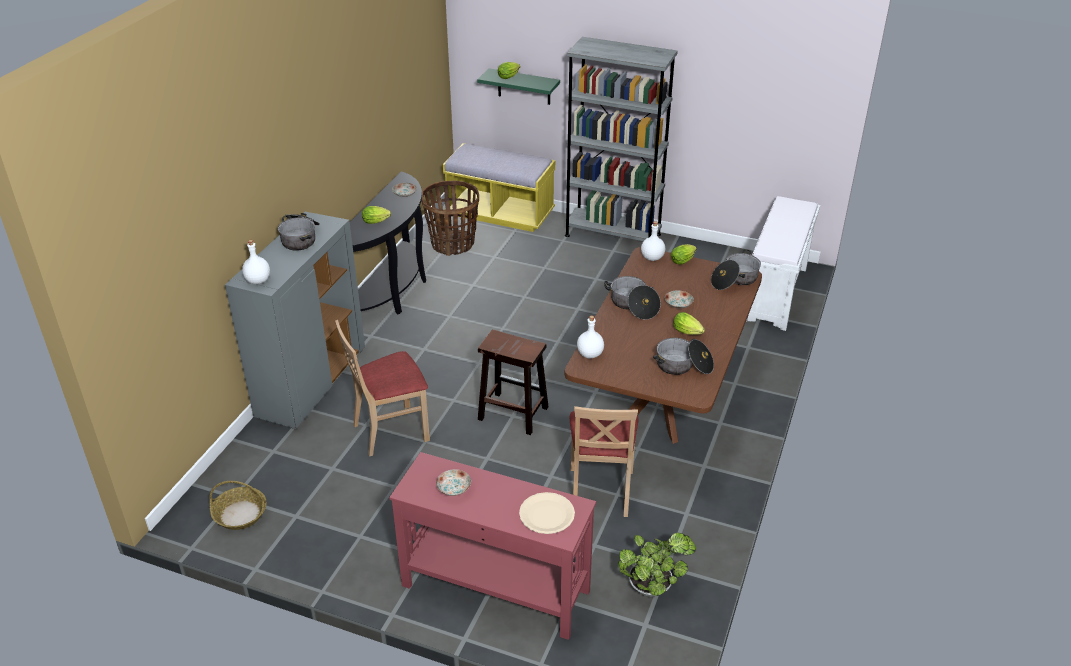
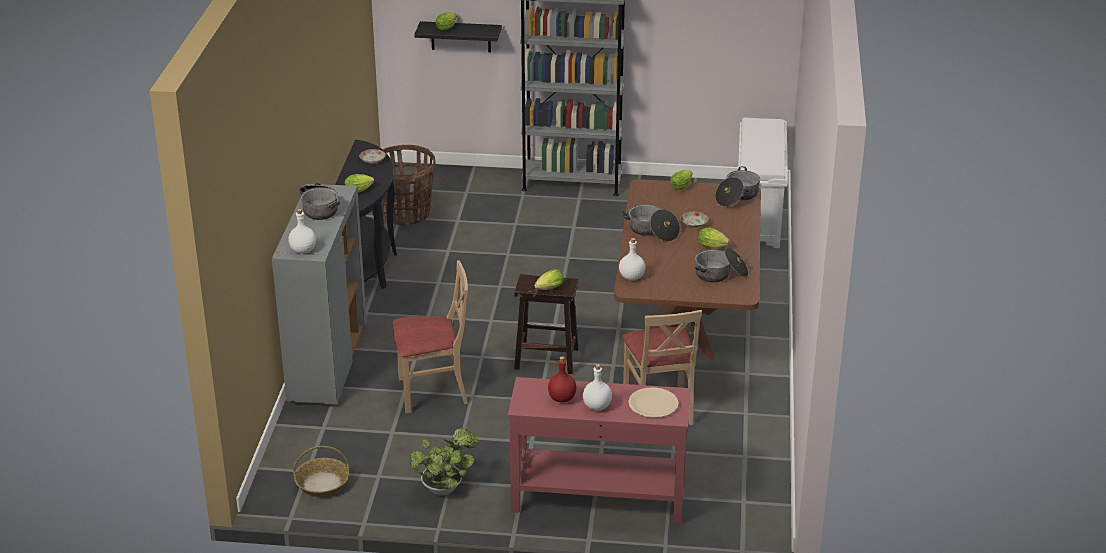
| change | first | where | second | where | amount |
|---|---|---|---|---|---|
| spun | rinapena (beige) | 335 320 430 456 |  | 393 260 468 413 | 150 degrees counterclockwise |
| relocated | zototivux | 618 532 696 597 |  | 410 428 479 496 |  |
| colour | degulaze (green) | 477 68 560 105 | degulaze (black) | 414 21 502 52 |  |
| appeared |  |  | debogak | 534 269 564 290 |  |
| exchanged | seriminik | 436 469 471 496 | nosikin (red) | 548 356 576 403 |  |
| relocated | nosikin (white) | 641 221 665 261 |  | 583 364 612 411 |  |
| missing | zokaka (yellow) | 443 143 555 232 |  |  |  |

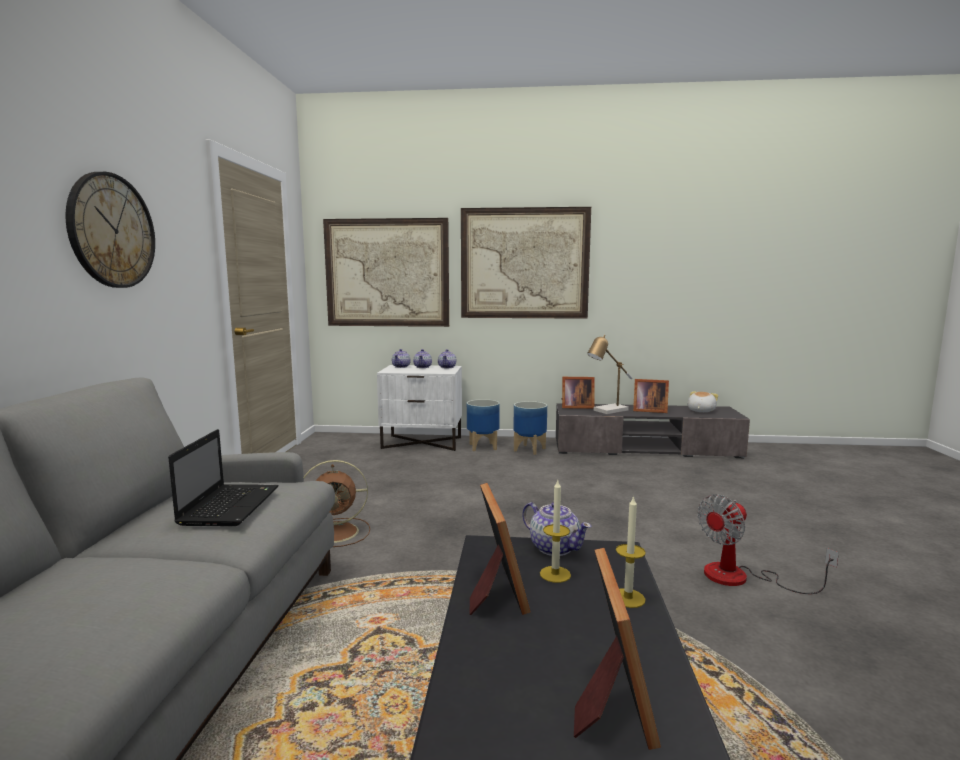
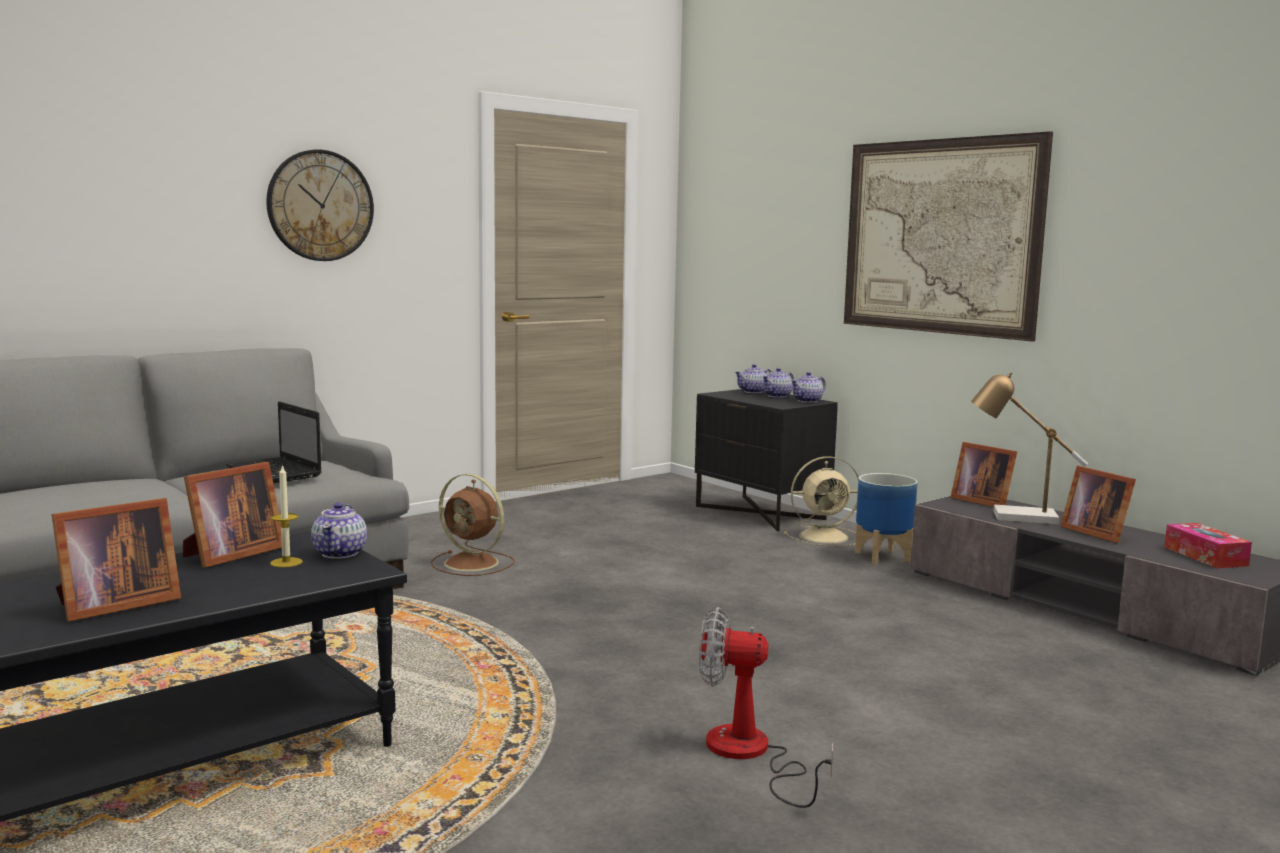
| change | first | where | second | where | amount |
|---|---|---|---|---|---|
| spun | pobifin | 168 429 279 526 |  | 226 401 322 483 | 90 degrees clockwise |
| colour | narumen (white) | 377 365 462 451 | narumen (black) | 695 389 838 531 |  |
| exchanged | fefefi | 467 399 500 451 | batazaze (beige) | 784 456 859 546 |  |
| exchanged | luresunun | 687 392 718 412 | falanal | 1164 523 1252 568 |  |
| missing | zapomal | 323 218 449 327 |  |  |  |
| missing | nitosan | 616 495 646 608 |  |  |  |

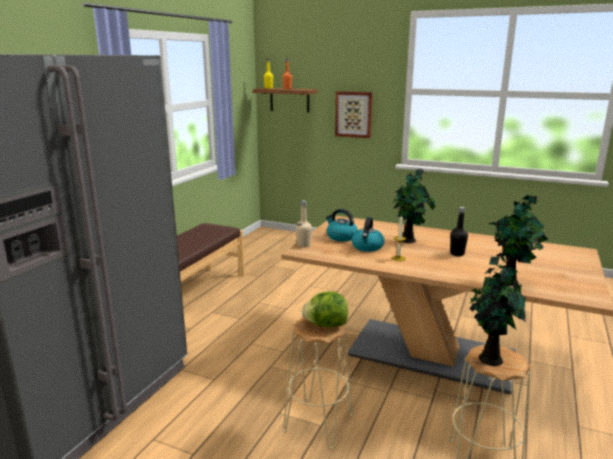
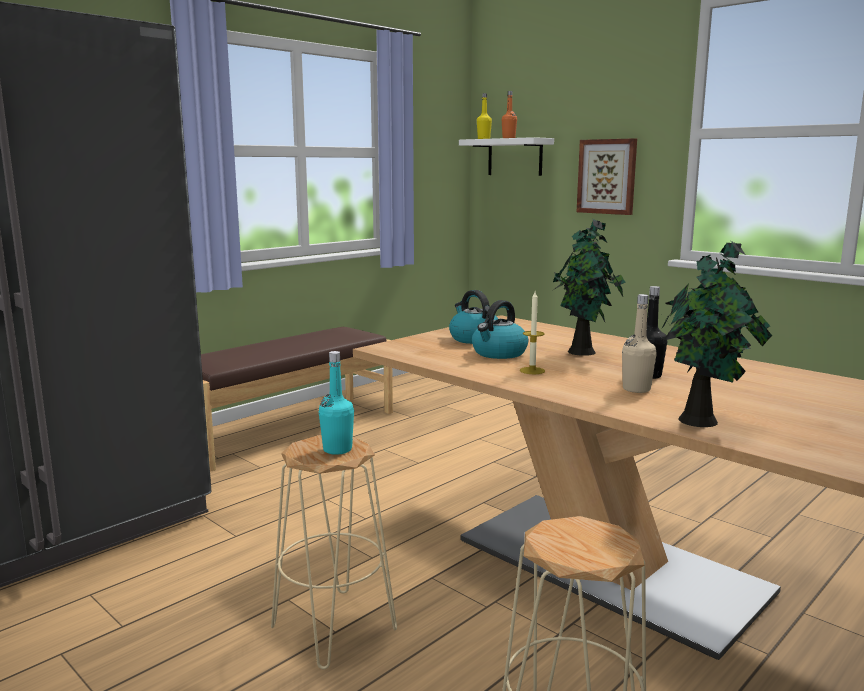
| change | first | where | second | where | amount |
|---|---|---|---|---|---|
| exchanged | debogak | 302 291 348 327 | nosikin (turquoise) | 319 351 354 455 |  |
| colour | degulaze (brown) | 253 88 317 113 | degulaze (white) | 459 137 554 176 |  |
| relocated | nosikin (beige) | 296 200 312 248 |  | 622 294 657 393 |  |
| missing | zototivux | 469 252 526 366 |  |  |  |

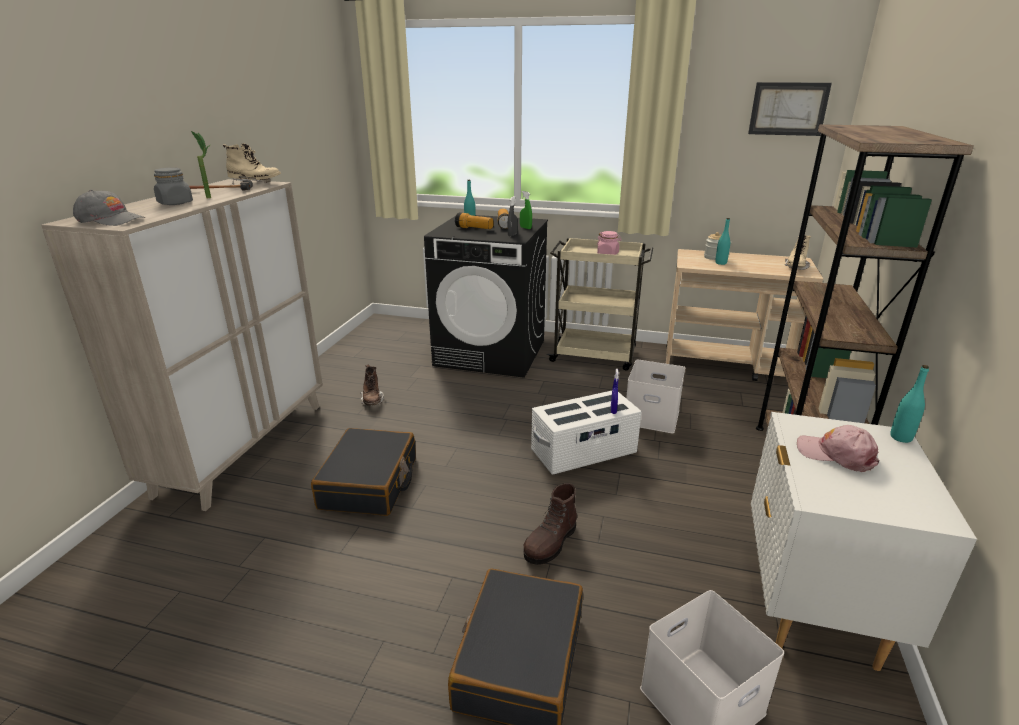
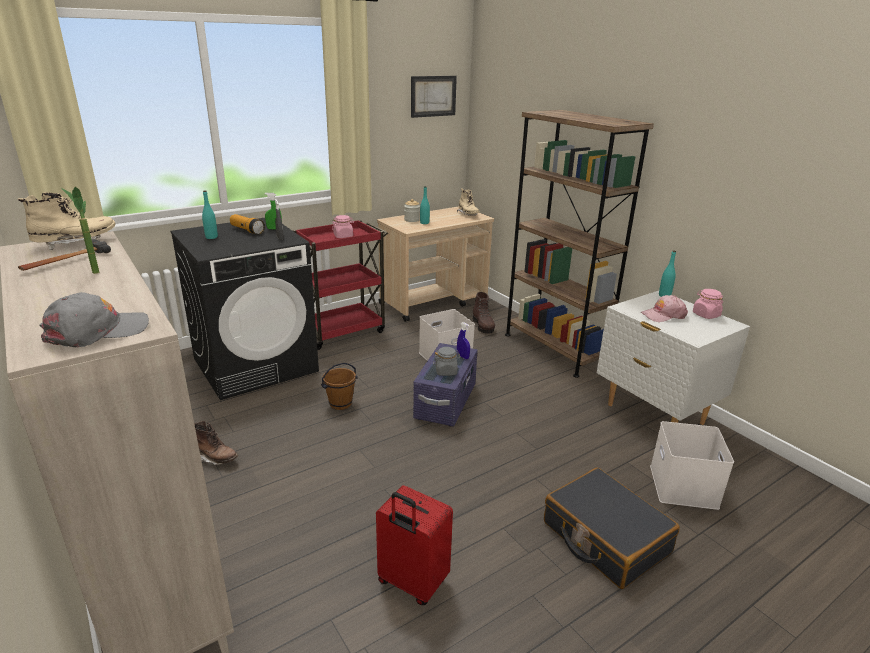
| change | first | where | second | where | amount |
|---|---|---|---|---|---|
| colour | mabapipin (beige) | 547 238 653 370 | mabapipin (red) | 293 220 388 350 |  |
| appeared |  |  | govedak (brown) | 321 363 358 410 |  |
| appeared |  |  | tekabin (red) | 376 485 453 605 |  |
| colour | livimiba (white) | 531 391 642 475 | livimiba (purple) | 413 343 478 426 |  |
| relocated | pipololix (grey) | 154 168 193 205 |  | 433 347 461 376 |  |
| relocated | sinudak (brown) | 524 483 577 565 |  | 473 292 495 334 |  |
| appeared |  |  | pipololix (pink) | 693 289 723 319 |  |
| missing | tekabin (black) | 311 428 416 516 |  |  |  |
| missing | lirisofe | 455 212 494 229 |  |  |  |

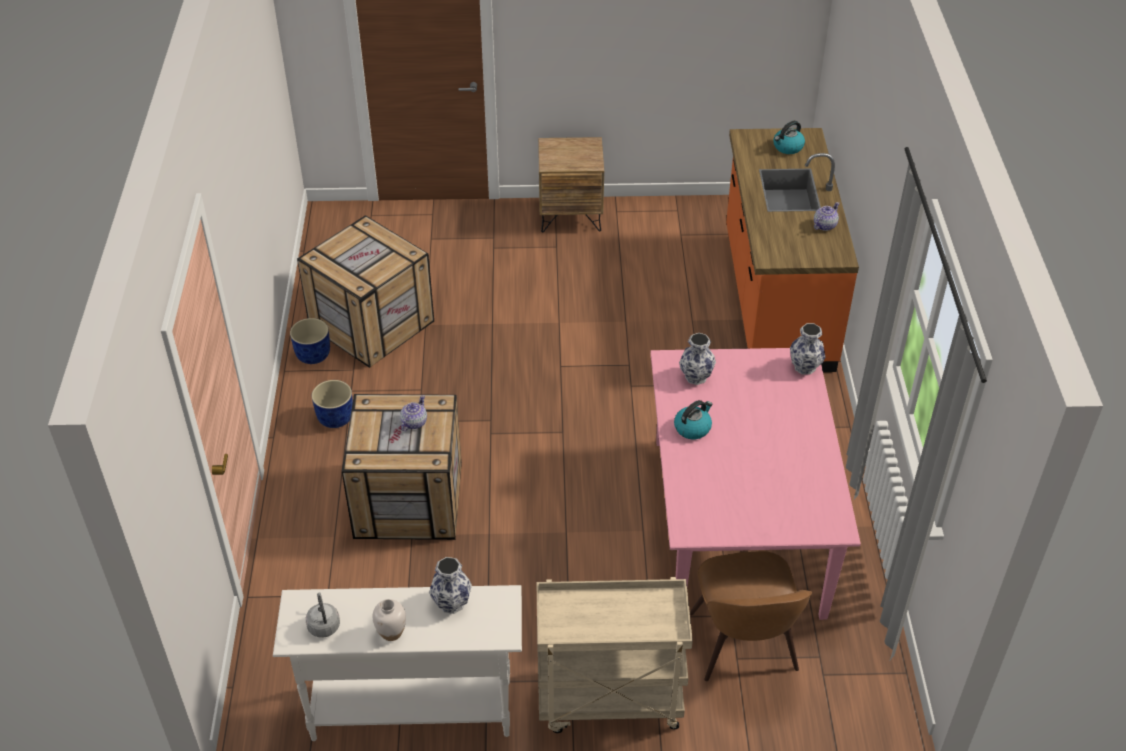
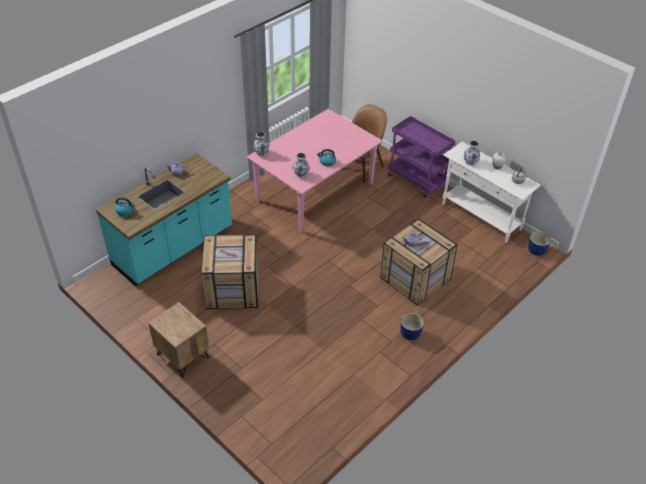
| change | first | where | second | where | amount |
|---|---|---|---|---|---|
| colour | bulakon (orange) | 726 128 859 372 | bulakon (turquoise) | 96 153 232 286 |  |
| relocated | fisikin | 297 215 434 368 |  | 201 234 259 309 |  |
| colour | mabapipin (beige) | 537 577 693 733 | mabapipin (purple) | 388 116 455 197 |  |
| relocated | fefefi (blue) | 290 318 330 364 |  | 528 231 551 256 |  |

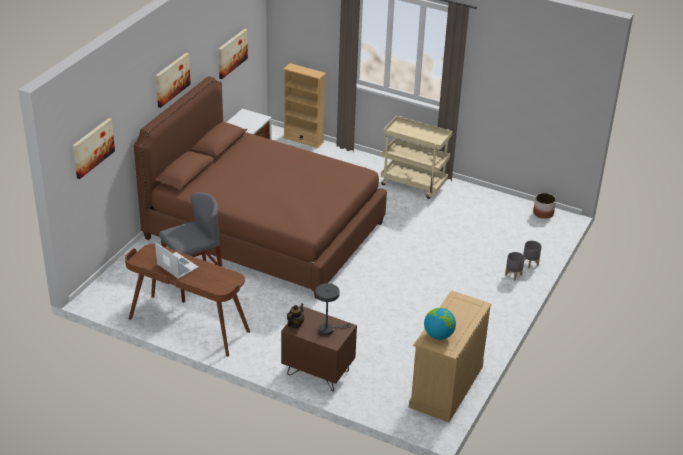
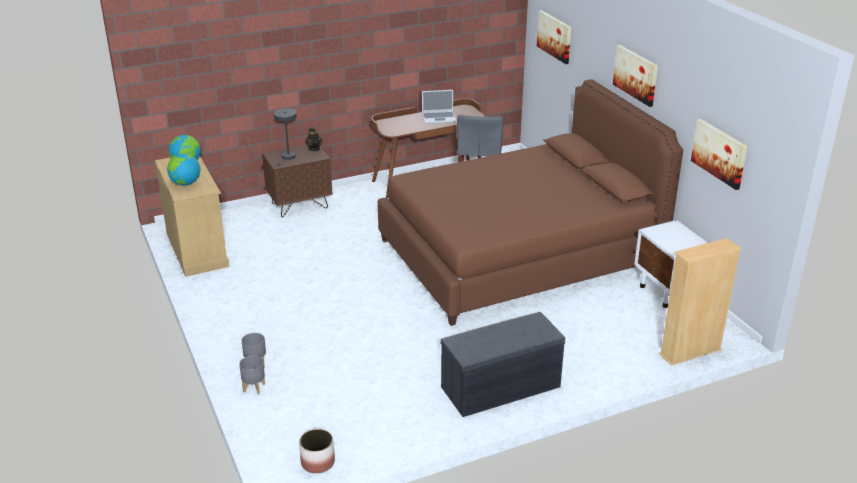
| change | first | where | second | where | amount |
|---|---|---|---|---|---|
| appeared |  |  | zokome | 167 153 200 186 |  |
| exchanged | mabapipin (beige) | 381 116 452 199 | zokaka (grey) | 441 312 565 417 |  |

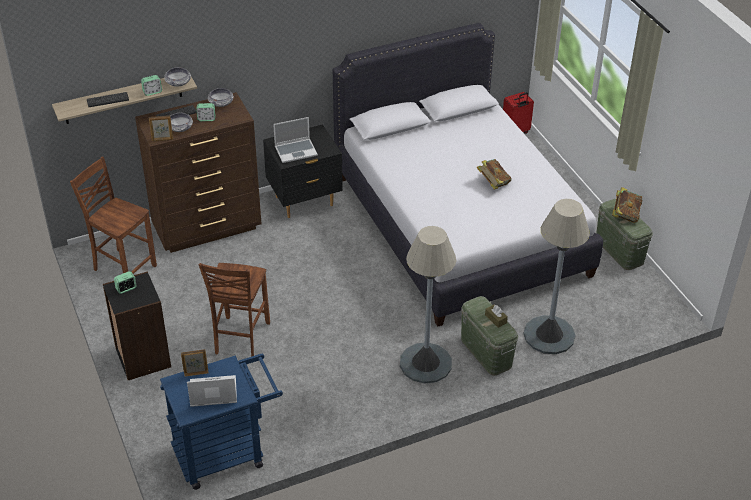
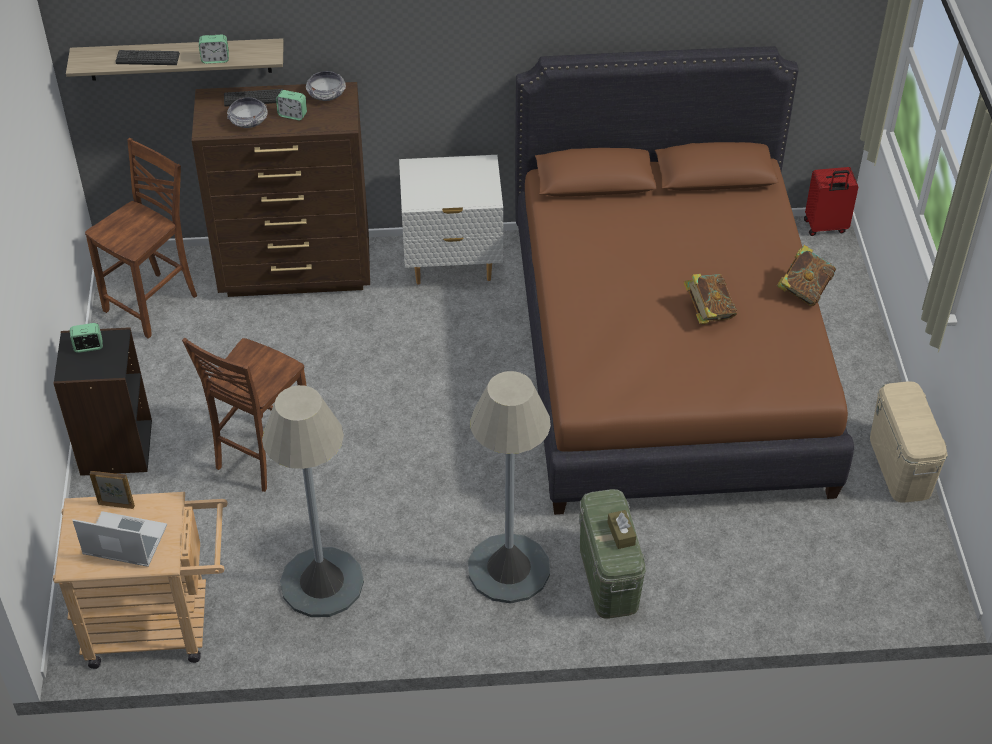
| change | first | where | second | where | amount |
|---|---|---|---|---|---|
| colour | mabapipin (blue) | 160 354 283 490 | mabapipin (beige) | 53 492 227 669 |  |
| spun | rinapena (brown) | 70 156 157 274 |  | 85 138 197 339 | 75 degrees clockwise |
| relocated | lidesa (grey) | 524 199 590 354 |  | 262 385 364 617 |  |
| colour | narumen (black) | 263 124 343 218 | narumen (white) | 399 155 503 285 |  |
| colour | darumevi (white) | 332 23 603 327 | darumevi (brown) | 515 46 854 515 |  |
| relocated | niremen | 612 187 642 223 |  | 777 245 836 306 |  |
| colour | livimiba (green) | 597 199 653 270 | livimiba (beige) | 870 381 948 503 |  |
| missing | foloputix | 149 116 173 141 |  |  |  |
| missing | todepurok | 164 67 191 87 |  |  |  |
| missing | pobifin | 273 117 318 163 |  |  |  |

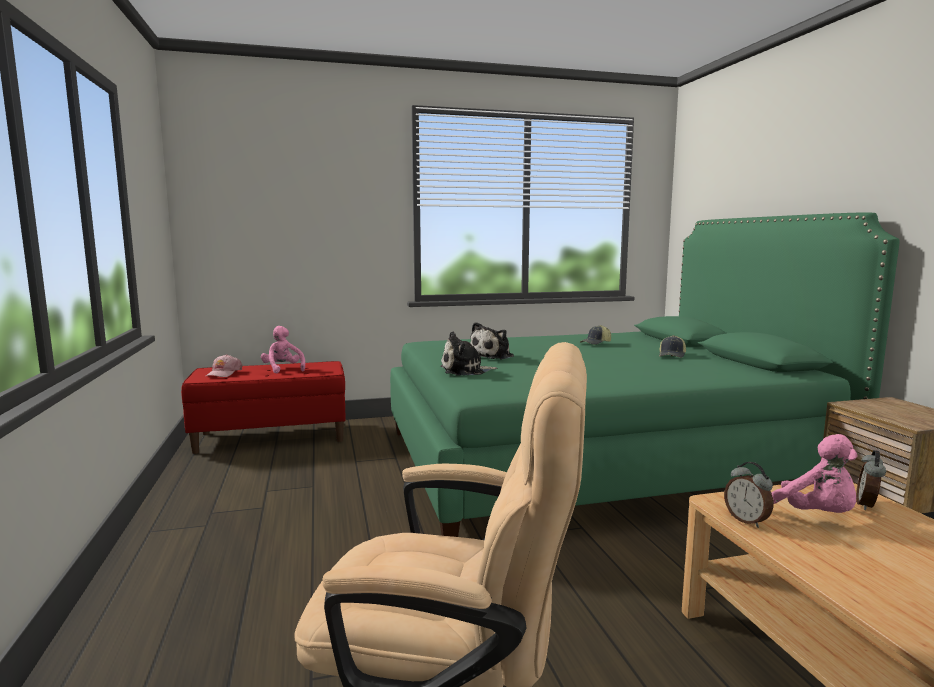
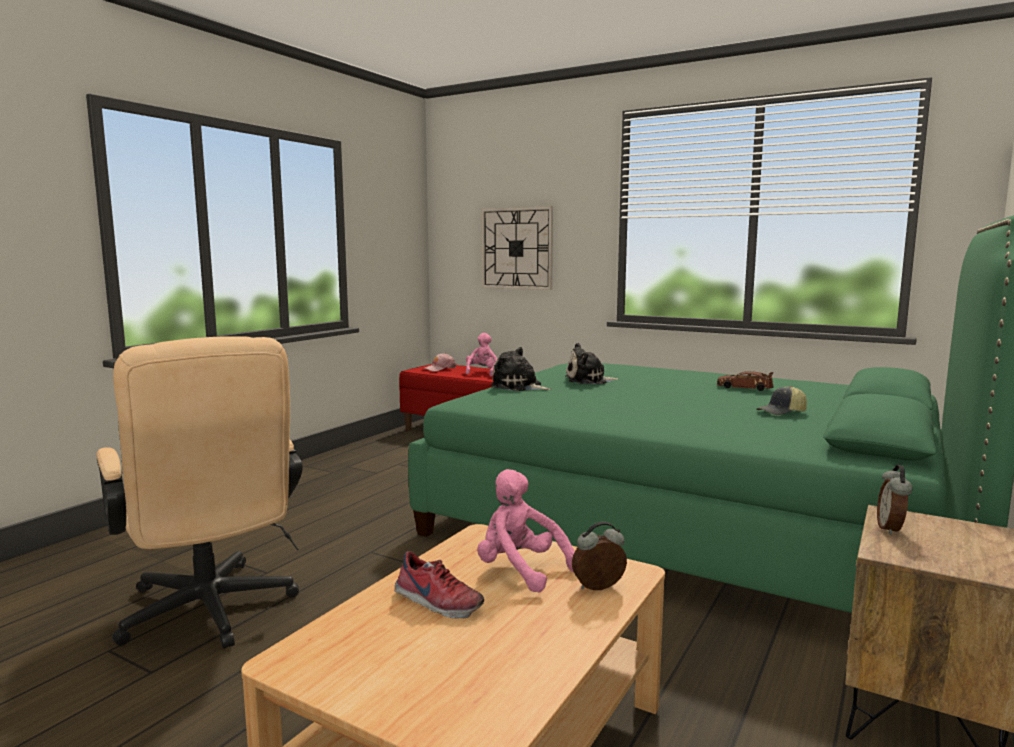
| change | first | where | second | where | amount |
|---|---|---|---|---|---|
| appeared |  |  | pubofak | 395 551 484 619 |  |
| spun | luresunun (pink) | 771 434 858 513 |  | 477 469 575 593 | 120 degrees clockwise |
| appeared |  |  | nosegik | 481 206 553 290 |  |
| exchanged | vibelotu | 580 325 611 345 | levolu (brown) | 717 371 774 391 |  |
| relocated | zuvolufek | 724 462 773 528 |  | 877 465 913 535 |  |

